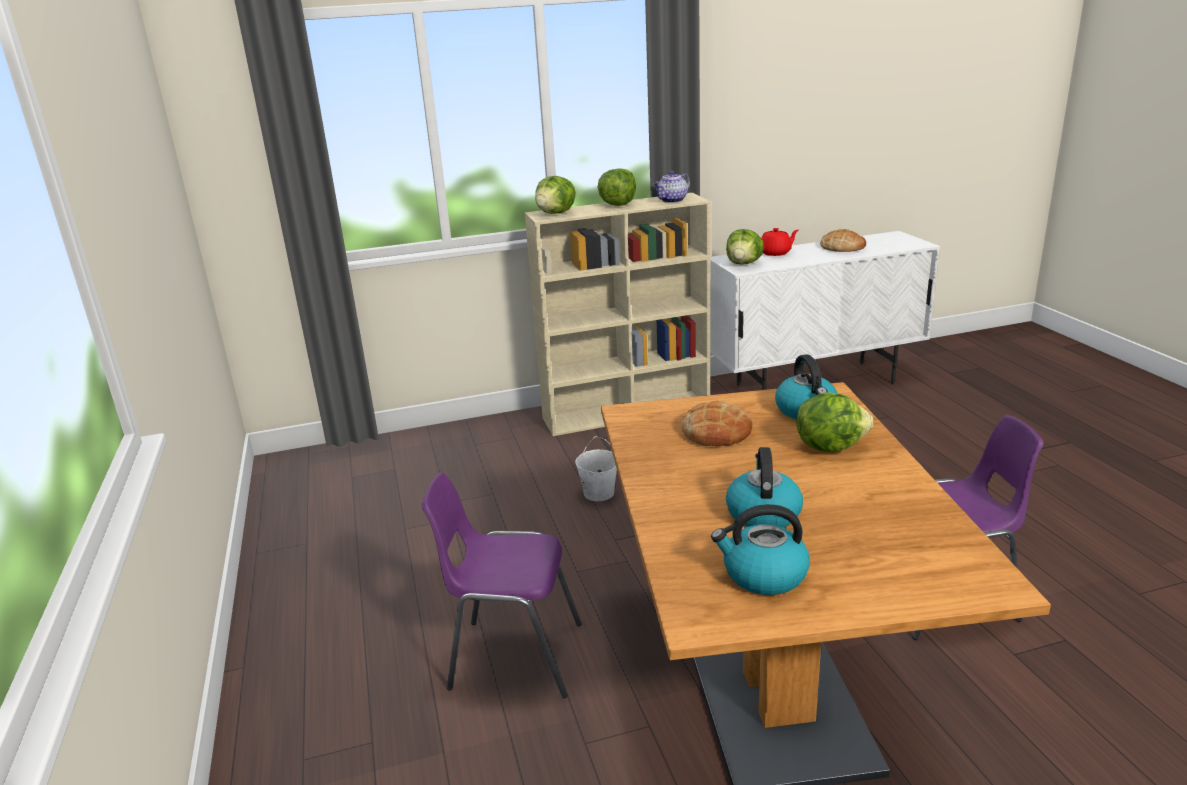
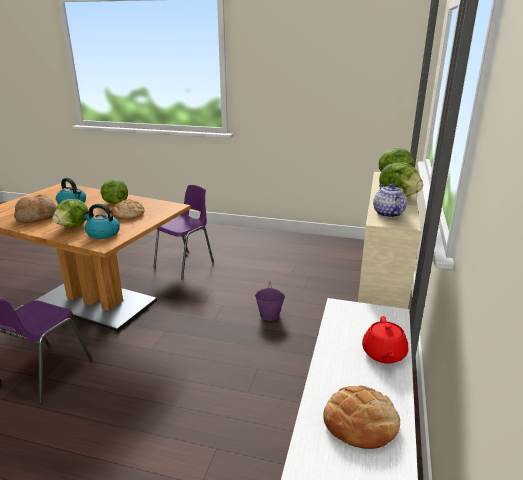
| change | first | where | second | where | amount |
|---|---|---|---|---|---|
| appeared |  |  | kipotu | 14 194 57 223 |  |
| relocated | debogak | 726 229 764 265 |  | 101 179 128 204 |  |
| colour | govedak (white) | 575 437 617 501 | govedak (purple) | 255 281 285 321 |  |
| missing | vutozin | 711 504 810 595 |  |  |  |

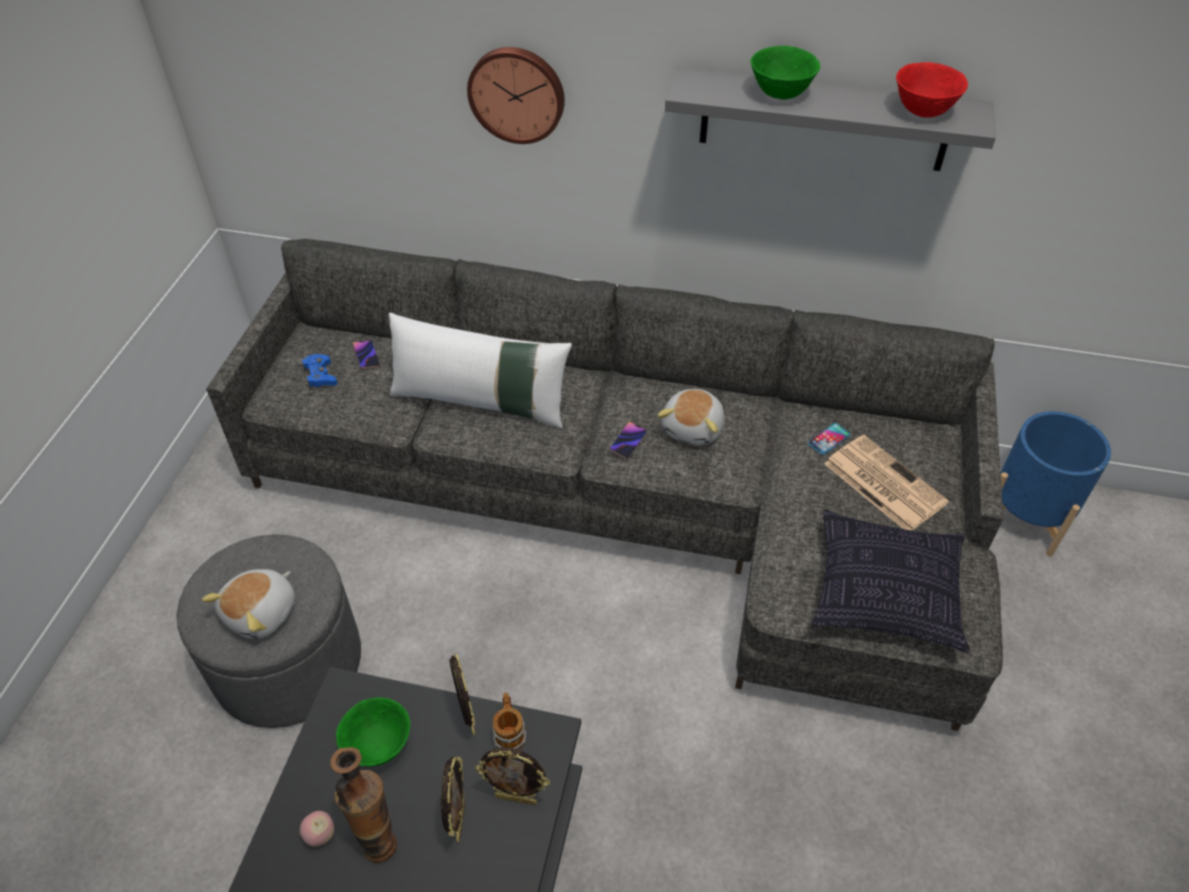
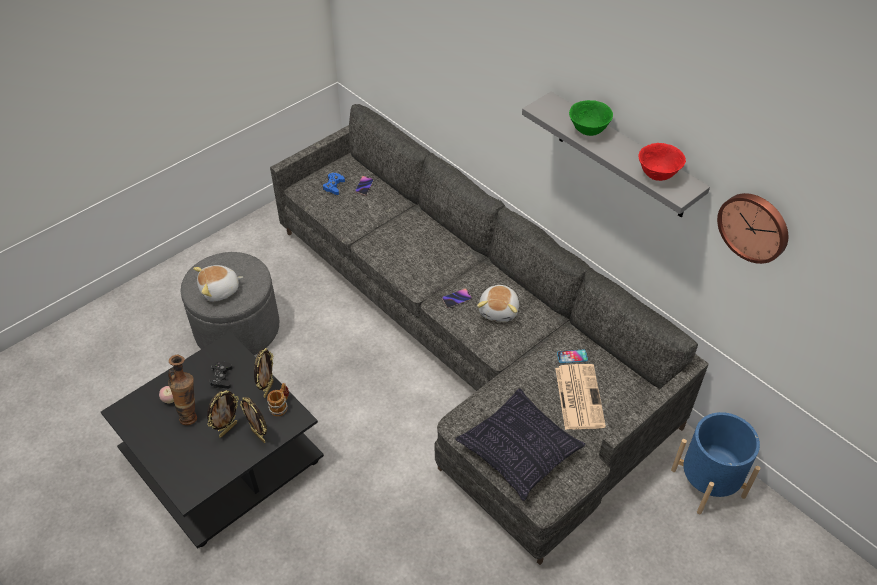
| change | first | where | second | where | amount |
|---|---|---|---|---|---|
| exchanged | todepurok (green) | 336 697 410 767 | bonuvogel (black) | 209 361 233 389 |  |
| spun | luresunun | 657 389 725 445 |  | 477 285 519 322 | 45 degrees counterclockwise |
| relocated | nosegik | 467 47 565 144 |  | 717 193 788 264 |  |
| missing | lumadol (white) | 389 313 572 428 |  |  |  |

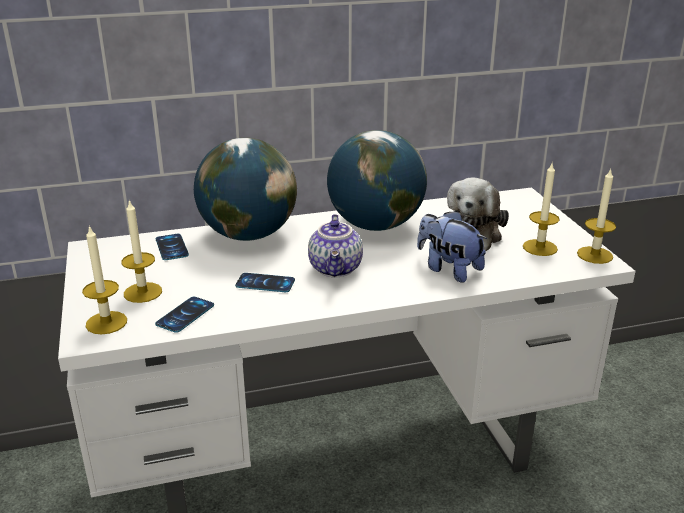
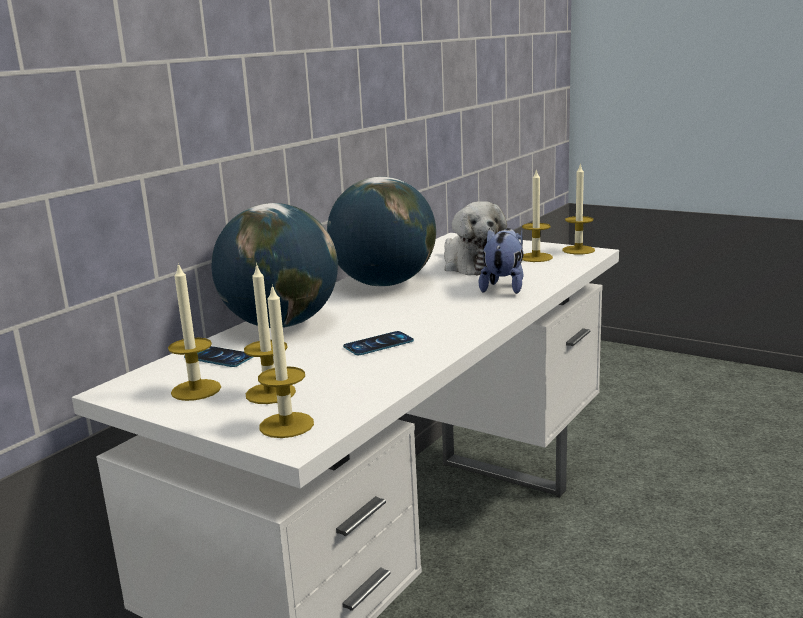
| change | first | where | second | where | amount |
|---|---|---|---|---|---|
| appeared |  |  | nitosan | 168 263 221 401 |  |
| spun | luresunun | 417 210 487 283 |  | 479 228 523 294 | 105 degrees clockwise |
| missing | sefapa | 155 297 214 333 |  |  |  |
| missing | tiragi | 308 214 363 277 |  |  |  |

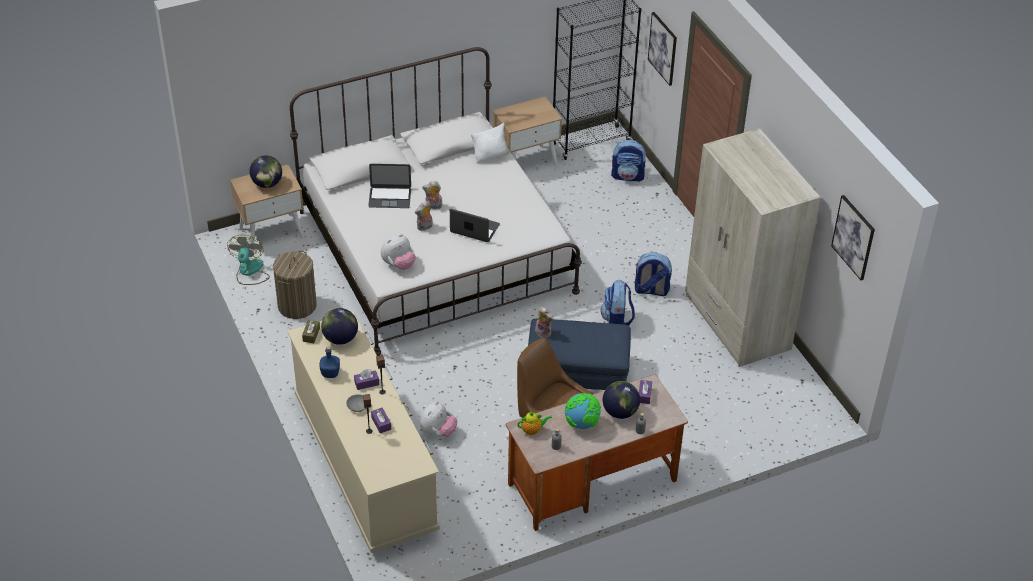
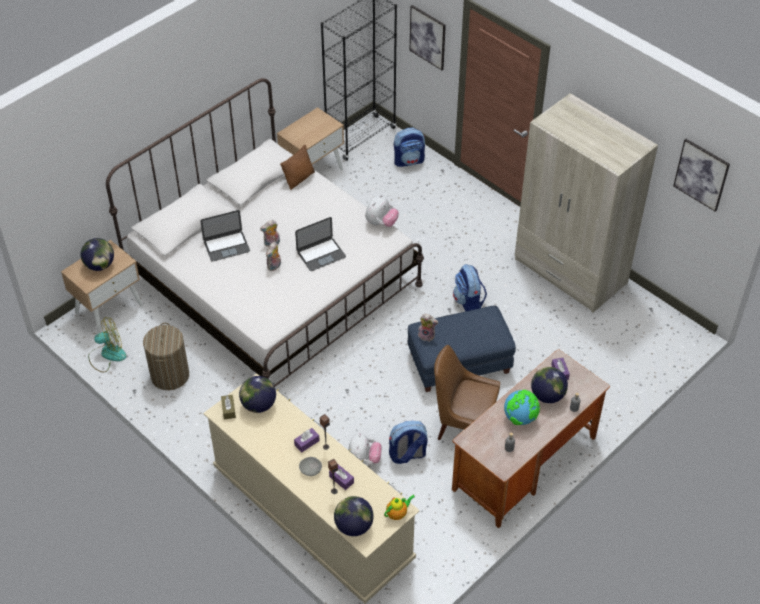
| change | first | where | second | where | amount |
|---|---|---|---|---|---|
| spun | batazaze | 227 235 270 285 |  | 88 317 126 373 | 90 degrees clockwise |
| colour | lumadol (white) | 471 123 509 164 | lumadol (brown) | 280 145 315 190 |  |
| spun | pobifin | 450 209 500 242 |  | 295 217 346 271 | 150 degrees clockwise |
| appeared |  |  | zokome | 334 496 374 536 |  |
| relocated | luresunun | 381 234 416 270 |  | 365 194 399 227 |  |
| relocated | tiragi | 517 411 552 435 |  | 384 495 415 520 |  |
| relocated | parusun | 635 253 672 296 |  | 389 421 428 464 |  |
| missing | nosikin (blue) | 319 347 340 378 |  |  |  |

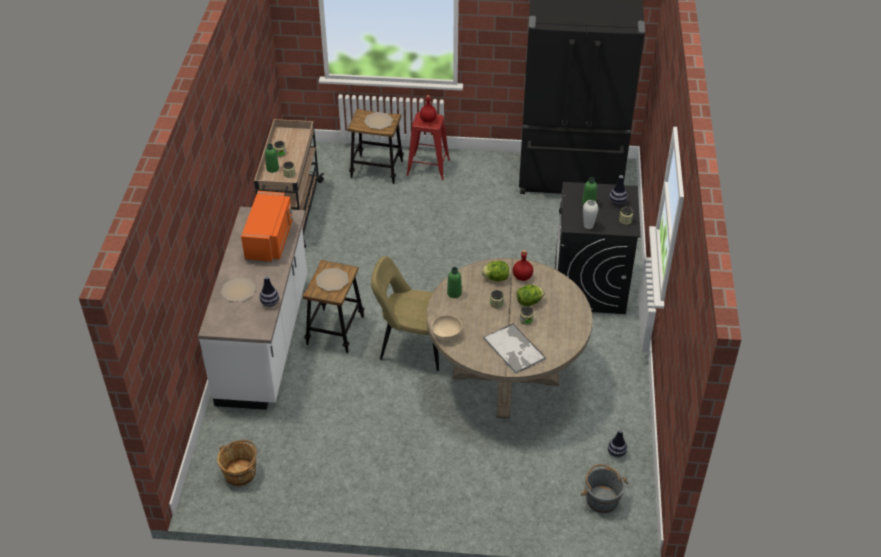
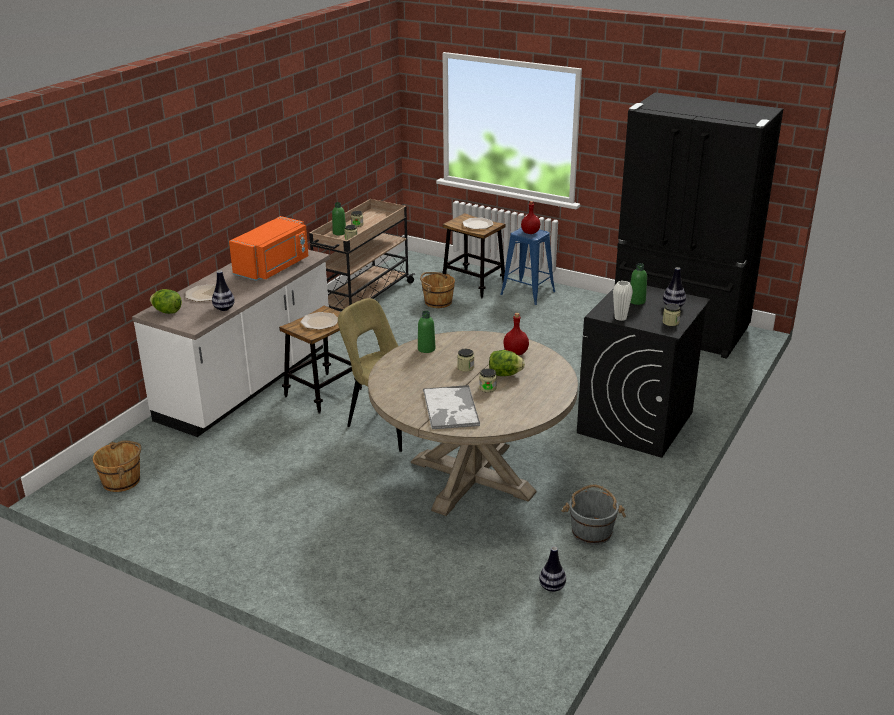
| change | first | where | second | where | amount |
|---|---|---|---|---|---|
| relocated | debogak | 481 261 509 281 |  | 150 289 182 314 |  |
| appeared |  |  | govedak (brown) | 420 272 455 308 |  |
| colour | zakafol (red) | 407 112 450 180 | zakafol (blue) | 500 228 555 305 |  |
| relocated | govedak (grey) | 580 464 628 513 |  | 562 485 626 545 |  |
| missing | todepurok (beige) | 431 315 463 340 |  |  |  |

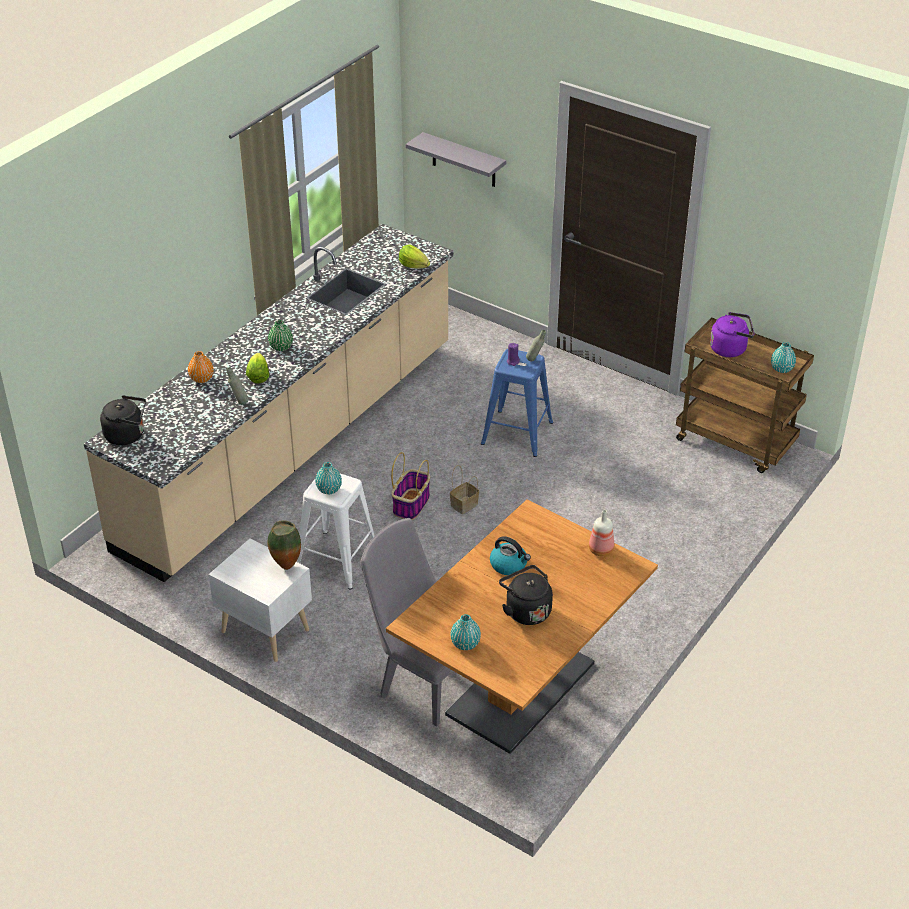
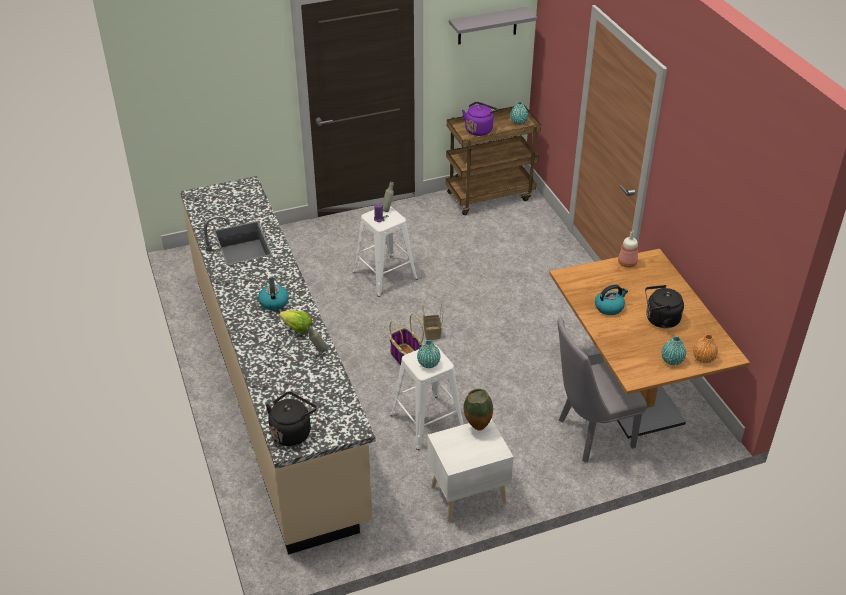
| change | first | where | second | where | amount |
|---|---|---|---|---|---|
| exchanged | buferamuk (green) | 268 320 293 351 | vutozin | 258 277 289 311 |  |
| colour | zakafol (blue) | 481 349 553 457 | zakafol (white) | 353 206 418 297 |  |
| relocated | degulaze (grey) | 406 132 506 187 |  | 449 7 537 45 |  |
| relocated | buferamuk (orange) | 188 351 214 383 |  | 693 334 718 363 |  |
| missing | debogak | 399 244 430 269 |  |  |  |

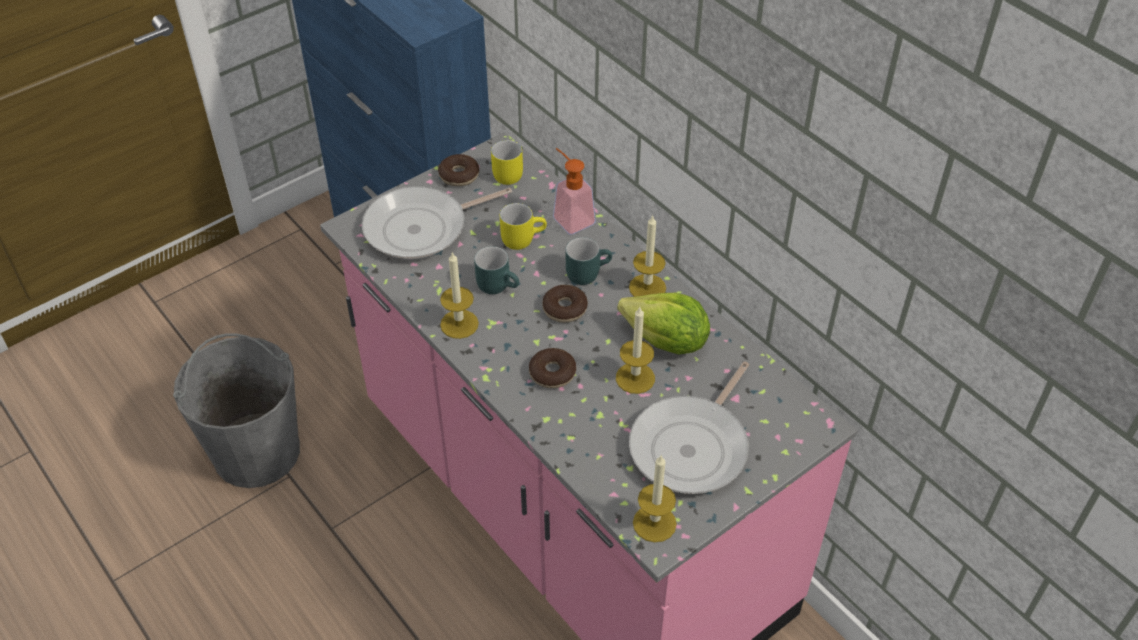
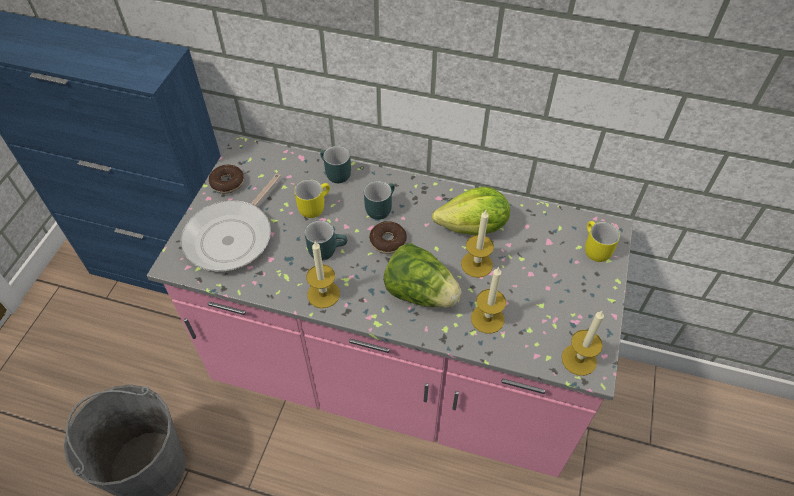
| change | first | where | second | where | amount |
|---|---|---|---|---|---|
| exchanged | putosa | 553 148 596 235 | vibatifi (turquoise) | 320 146 351 183 |  |
| exchanged | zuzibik | 529 348 576 388 | debogak | 383 243 462 308 |  |
| relocated | nitosan | 629 215 666 297 |  | 471 267 506 334 |  |
| relocated | vibatifi (yellow) | 491 140 523 185 |  | 585 221 620 262 |  |
| missing | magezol | 629 361 749 494 |  |  |  |

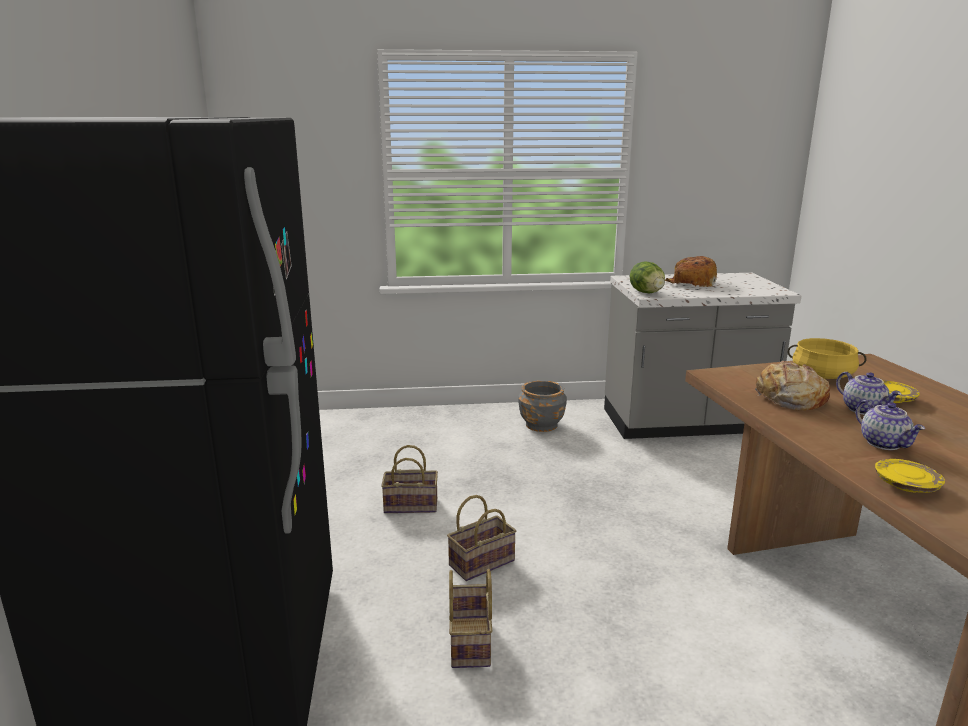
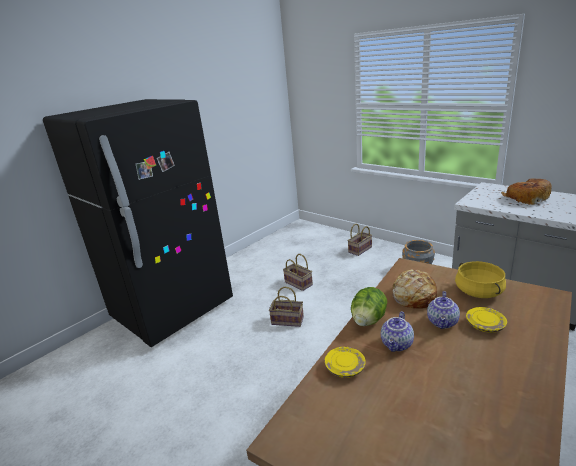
| change | first | where | second | where | amount |
|---|---|---|---|---|---|
| relocated | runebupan | 449 569 492 668 |  | 347 224 372 256 |  |
| relocated | debogak | 630 262 665 293 |  | 351 287 387 326 |  |

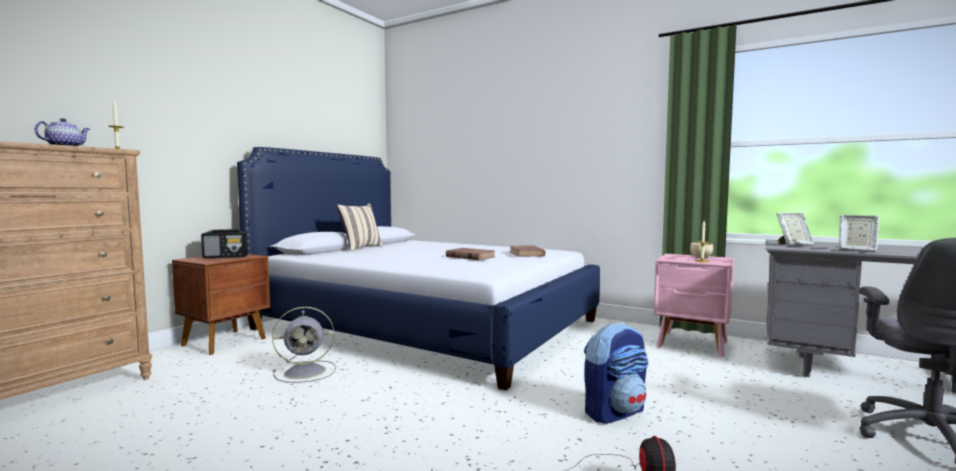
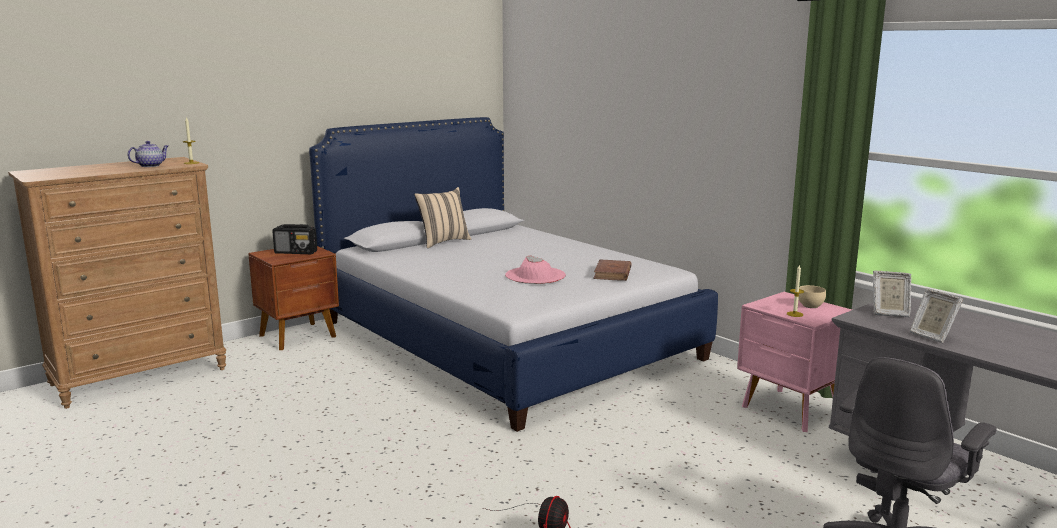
| change | first | where | second | where | amount |
|---|---|---|---|---|---|
| exchanged | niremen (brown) | 446 248 496 260 | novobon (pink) | 505 255 566 284 |  |
| missing | batazaze (grey) | 272 307 336 383 |  |  |  |
| missing | parusun | 584 323 649 424 |  |  |  |

